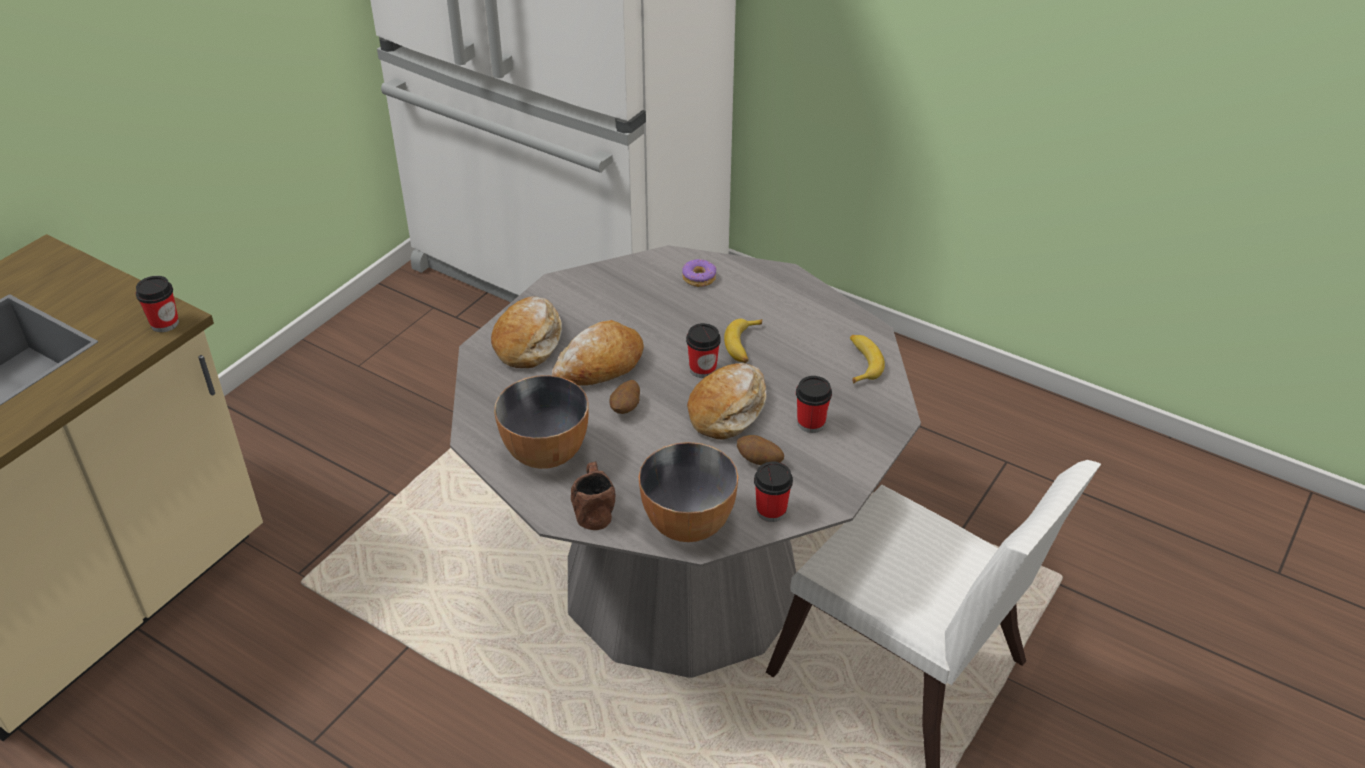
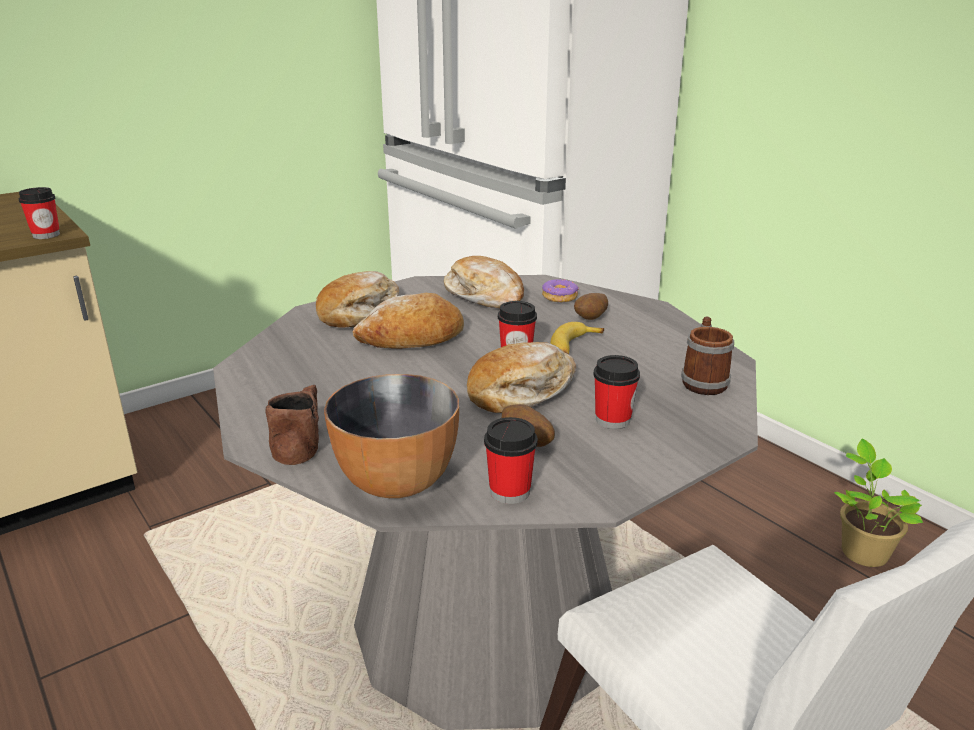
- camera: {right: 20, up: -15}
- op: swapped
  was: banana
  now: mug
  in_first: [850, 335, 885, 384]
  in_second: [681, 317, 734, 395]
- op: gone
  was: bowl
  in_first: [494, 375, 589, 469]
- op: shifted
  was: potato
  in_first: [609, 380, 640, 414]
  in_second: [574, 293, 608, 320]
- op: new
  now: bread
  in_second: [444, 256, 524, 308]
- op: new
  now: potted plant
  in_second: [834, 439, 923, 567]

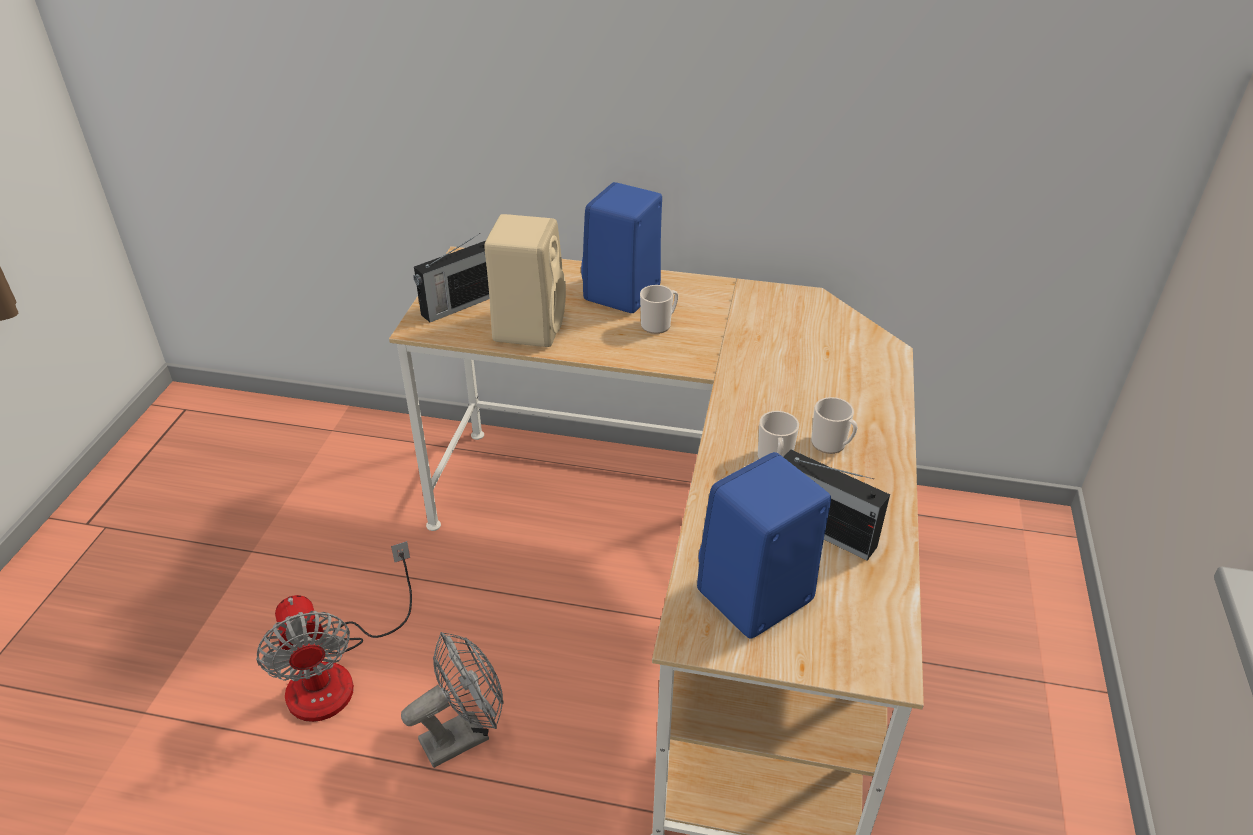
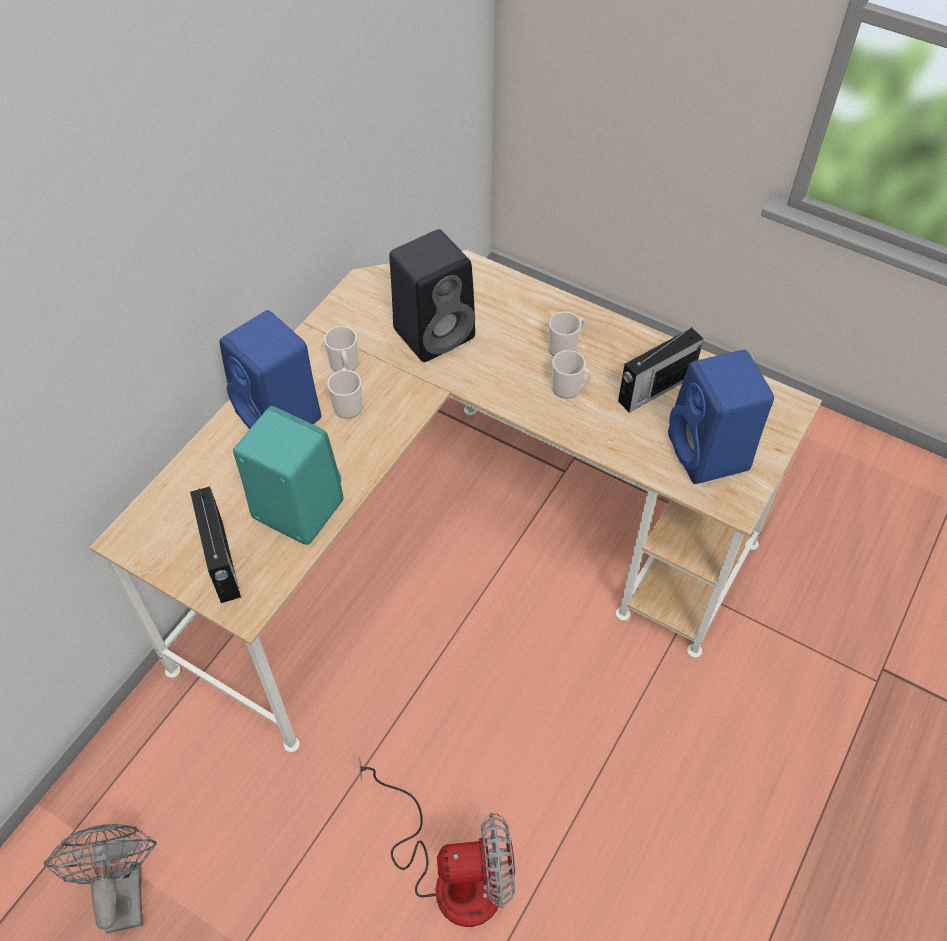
- camera: {right: -70, up: 15}
- op: repainted
  was: speaker (beige)
  now: speaker (turquoise)
  in_first: [484, 214, 566, 347]
  in_second: [233, 406, 344, 545]
- op: shifted
  was: fan (grey)
  in_first: [401, 632, 504, 768]
  in_second: [44, 824, 157, 933]
- op: new
  now: speaker (black)
  in_second: [389, 229, 475, 362]
- op: new
  now: mug
  in_second: [324, 326, 359, 372]

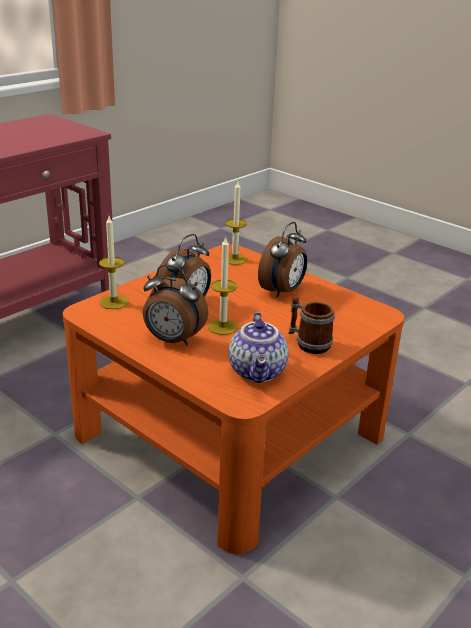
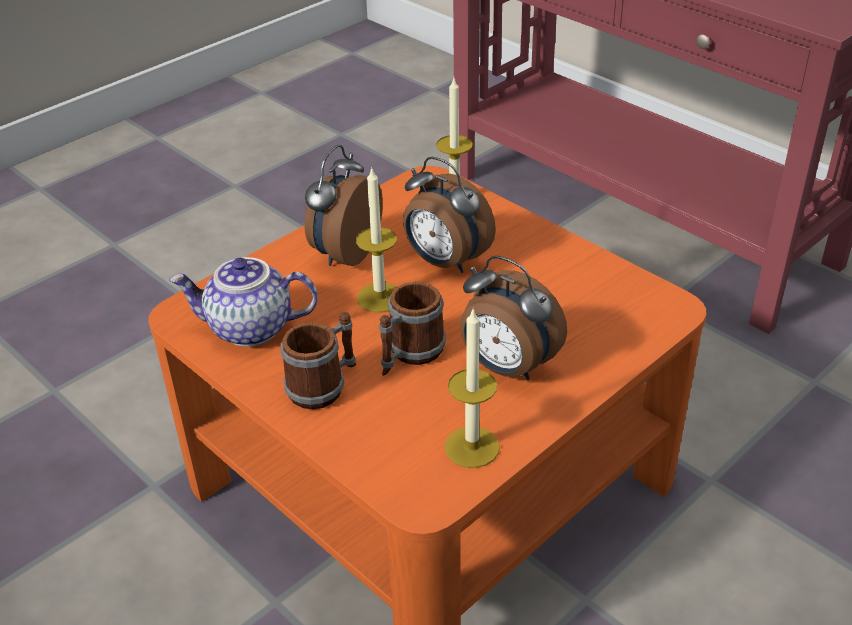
- camera: {right: 95, up: 10}
- op: shifted
  was: candle
  in_first: [225, 182, 248, 265]
  in_second: [444, 308, 500, 468]
- op: new
  now: mug
  in_second: [379, 282, 446, 376]

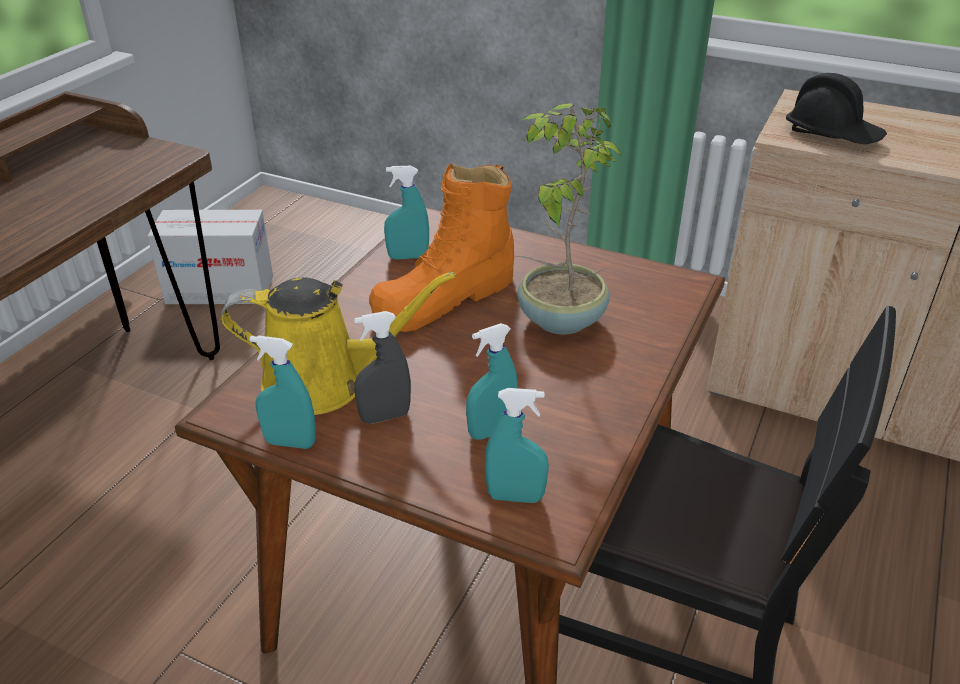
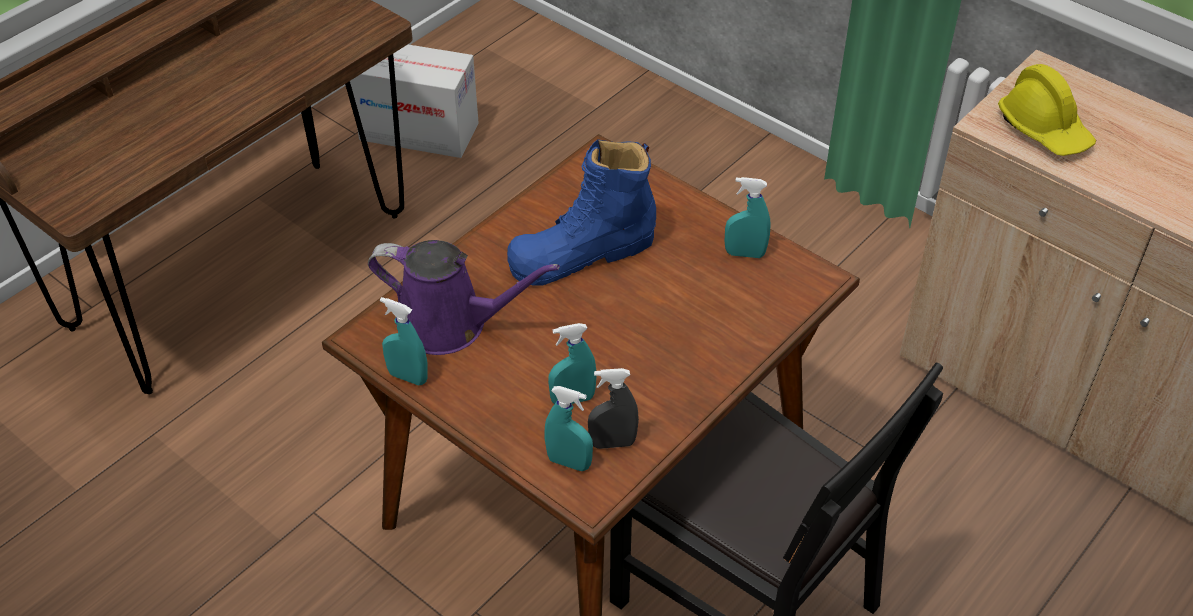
- camera: {right: 15, up: 10}
- op: repainted
  was: hard hat (black)
  now: hard hat (yellow)
  in_first: [786, 73, 887, 144]
  in_second: [998, 64, 1096, 156]
- op: gone
  was: potted plant
  in_first: [516, 103, 624, 335]
- op: repainted
  was: boot (orange)
  now: boot (blue)
  in_first: [369, 163, 514, 332]
  in_second: [507, 139, 656, 286]
- op: shifted
  was: spray bottle (turquoise)
  in_first: [384, 166, 429, 259]
  in_second: [725, 177, 771, 258]
- op: repainted
  was: watering can (yellow)
  now: watering can (purple)
  in_first: [221, 272, 456, 415]
  in_second: [368, 240, 560, 355]
- op: shifted
  was: spray bottle (grey)
  in_first: [354, 311, 411, 424]
  in_second: [588, 368, 639, 449]

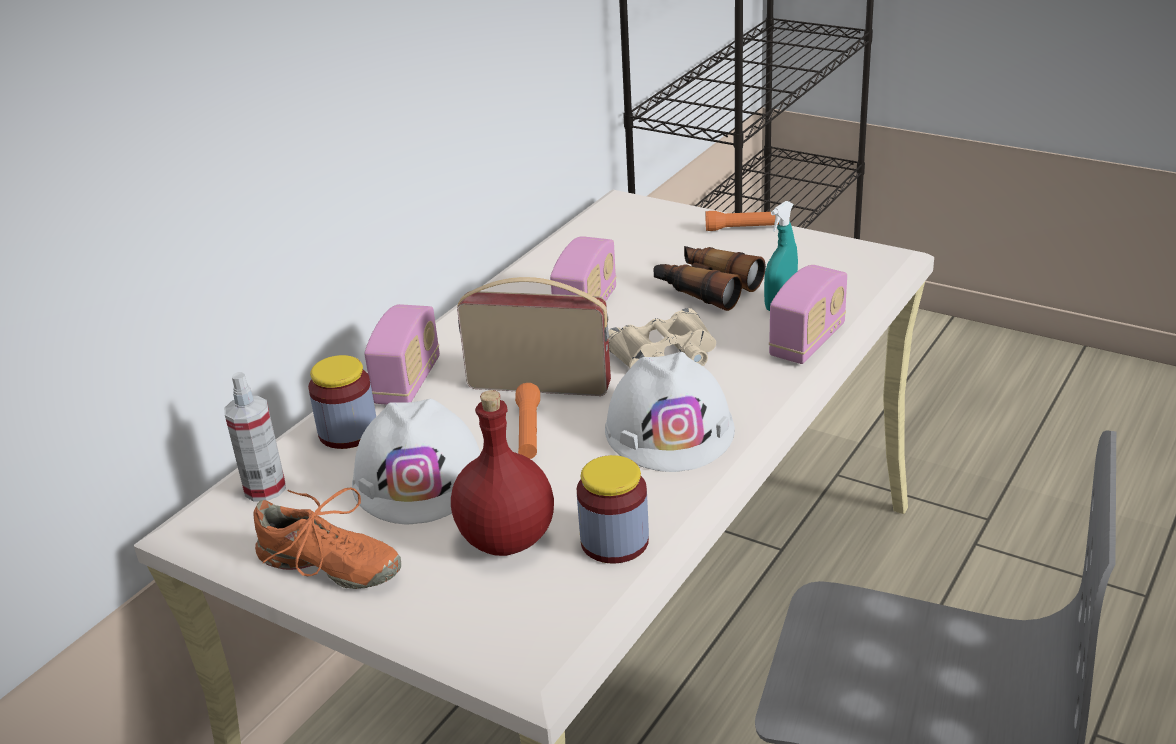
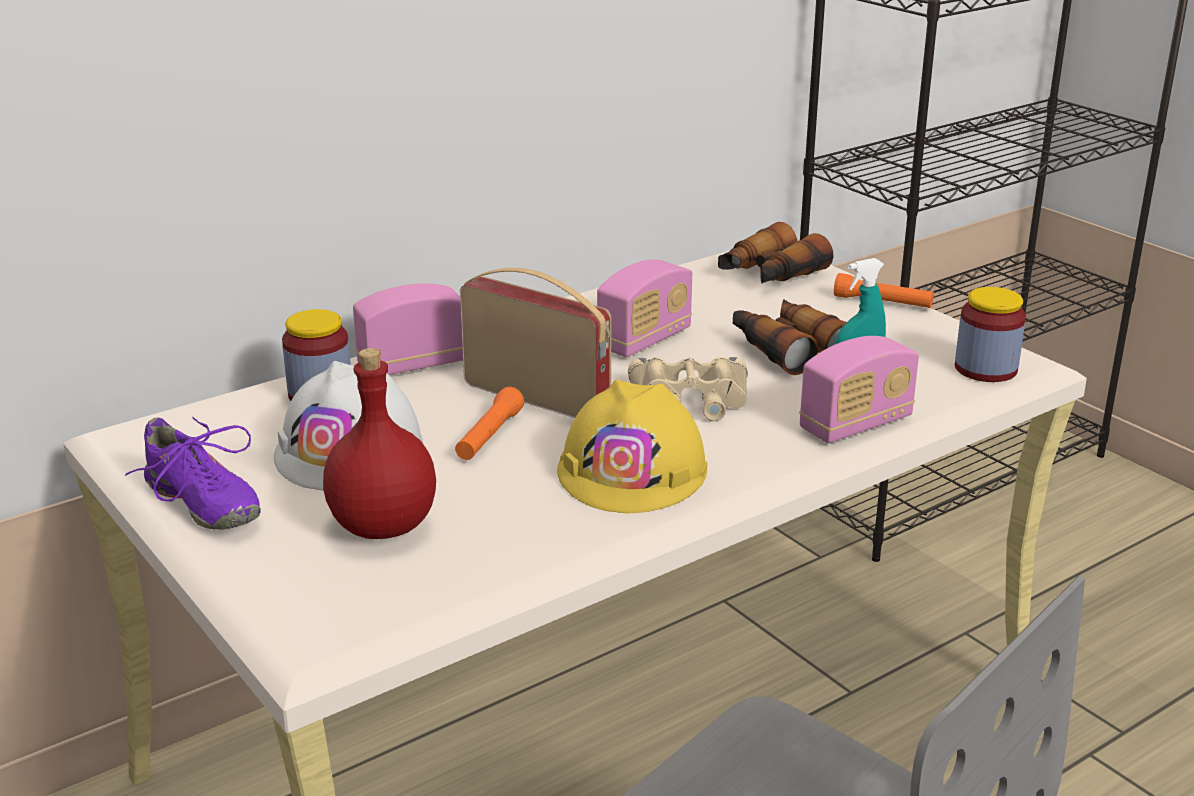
- camera: {right: 20, up: -5}
- op: rotated
  was: radio
  in_first: [364, 304, 440, 405]
  in_second: [353, 283, 463, 375]
  clockwise: -150
- op: repainted
  was: hard hat (white)
  now: hard hat (yellow)
  in_first: [605, 352, 735, 472]
  in_second: [557, 379, 707, 513]
- op: gone
  was: spray bottle
  in_first: [224, 372, 286, 501]
- op: shifted
  was: jar
  in_first: [577, 455, 649, 563]
  in_second: [955, 287, 1026, 382]
- op: repainted
  was: shoe (orange)
  now: shoe (purple)
  in_first: [253, 487, 401, 589]
  in_second: [125, 417, 261, 530]
- op: new
  now: binoculars
  in_second: [718, 222, 833, 283]

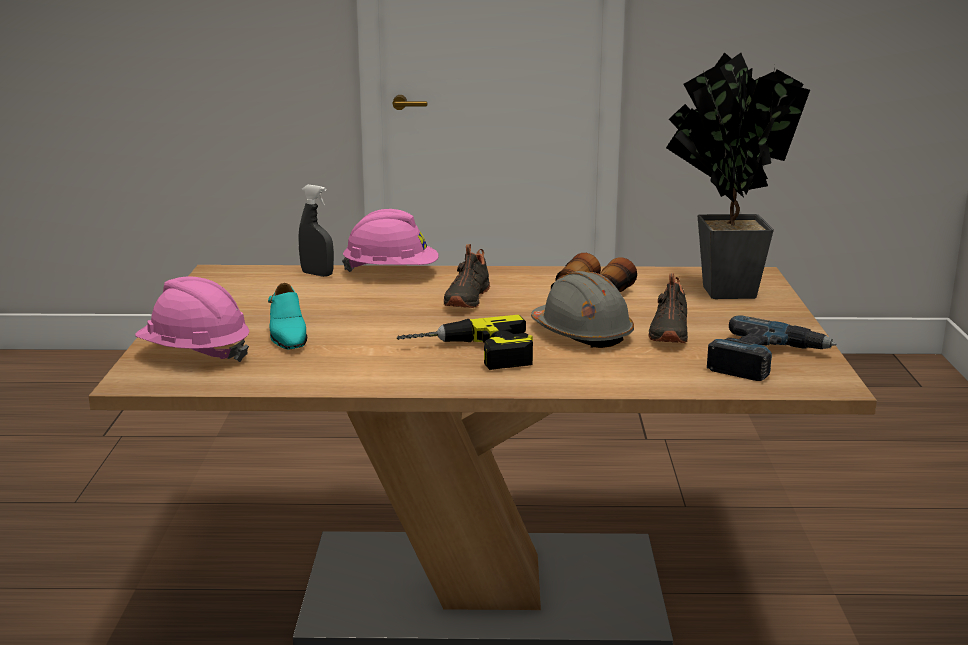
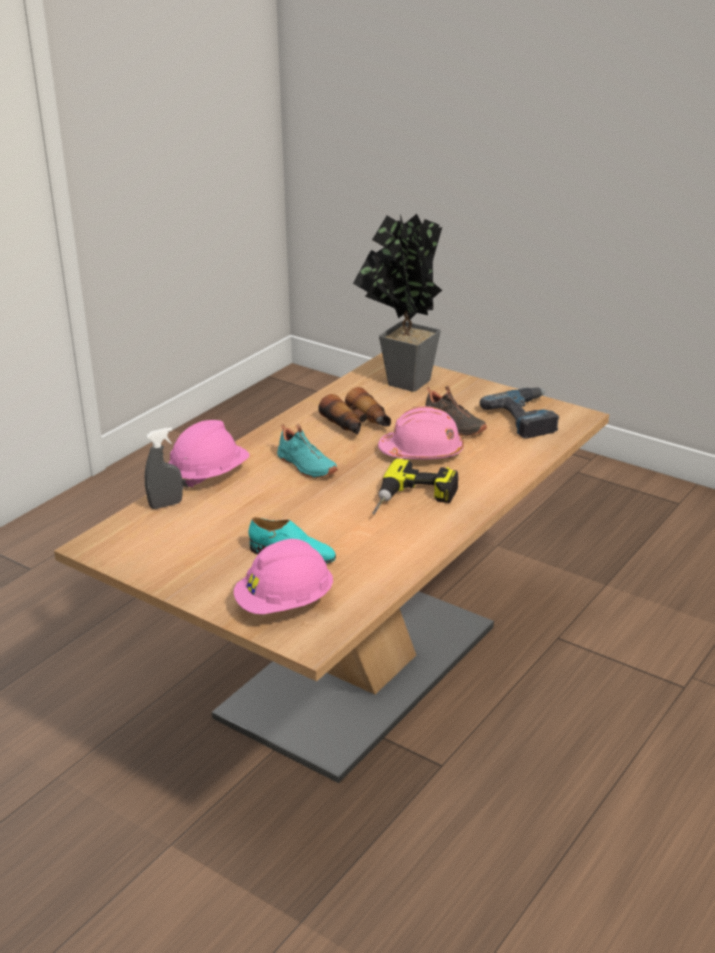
- camera: {right: -55, up: 10}
- op: repainted
  was: shoe (black)
  now: shoe (turquoise)
  in_first: [444, 244, 490, 308]
  in_second: [277, 424, 338, 478]
- op: repainted
  was: hard hat (grey)
  now: hard hat (pink)
  in_first: [531, 271, 634, 348]
  in_second: [378, 406, 464, 459]

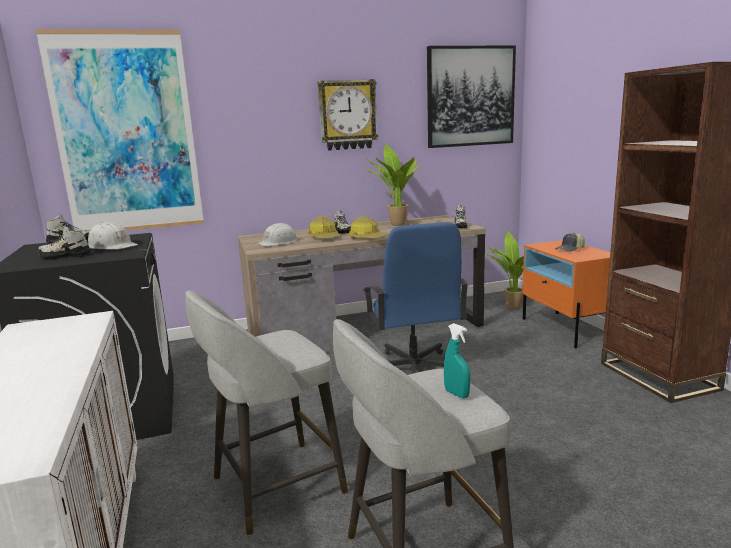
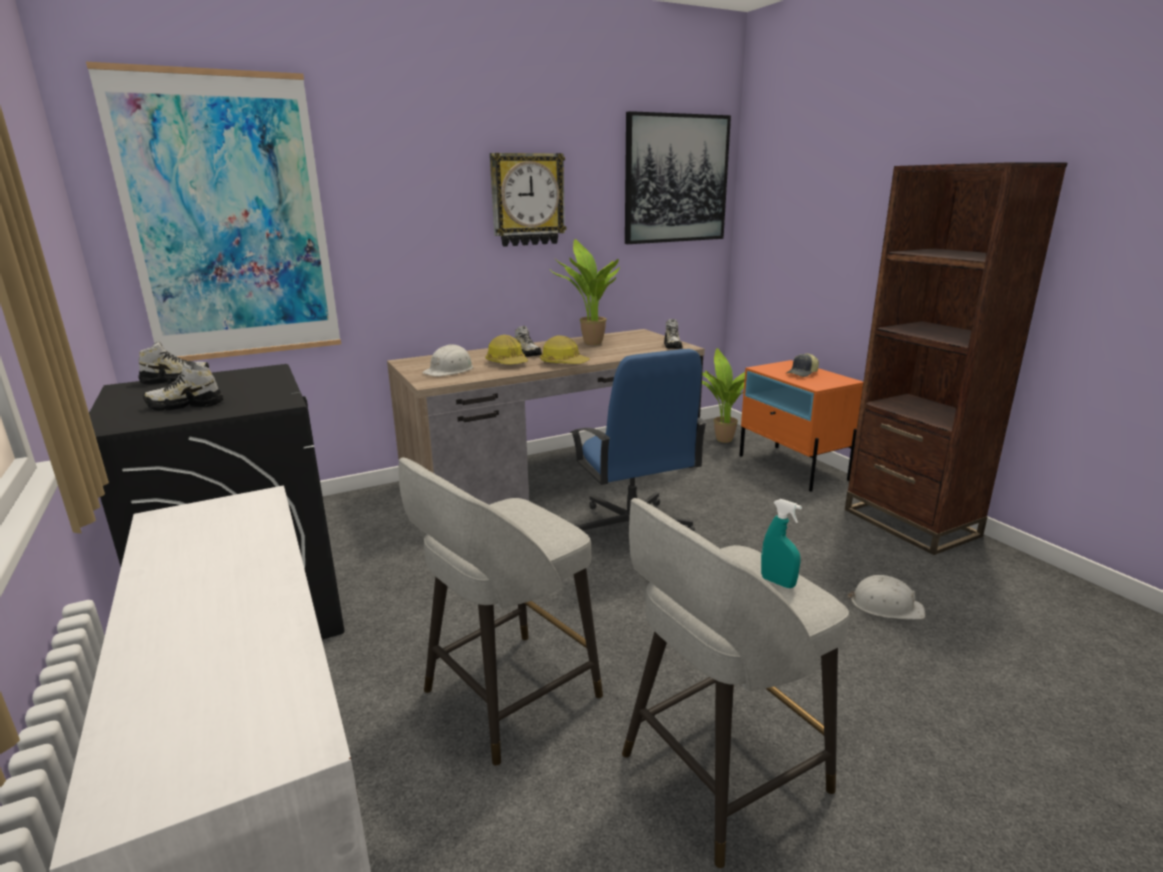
- camera: {right: -10, up: 5}
- op: shifted
  was: hard hat (white)
  in_first: [88, 222, 138, 249]
  in_second: [847, 575, 925, 620]

